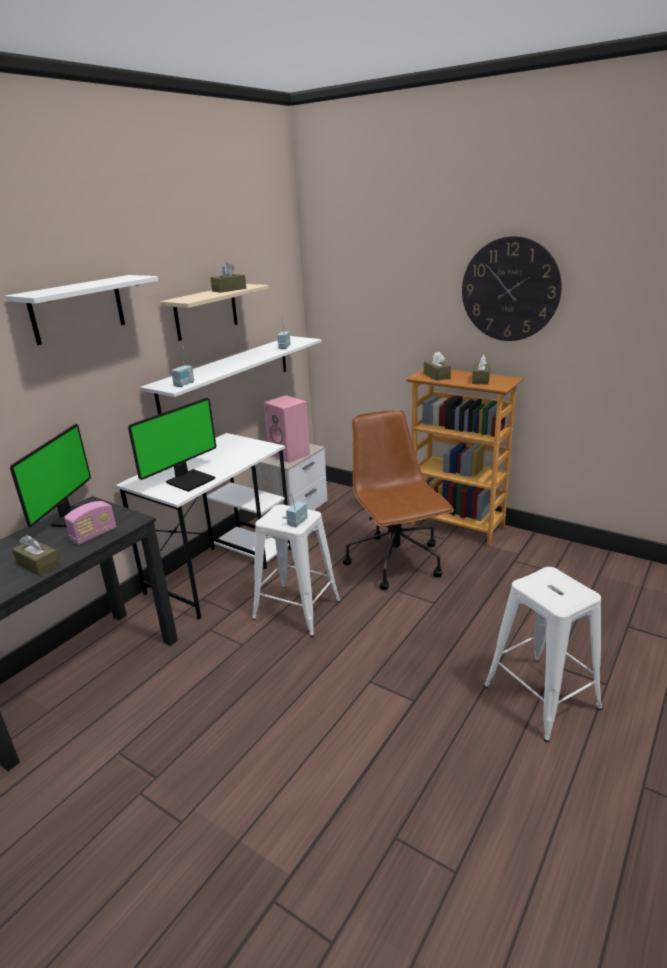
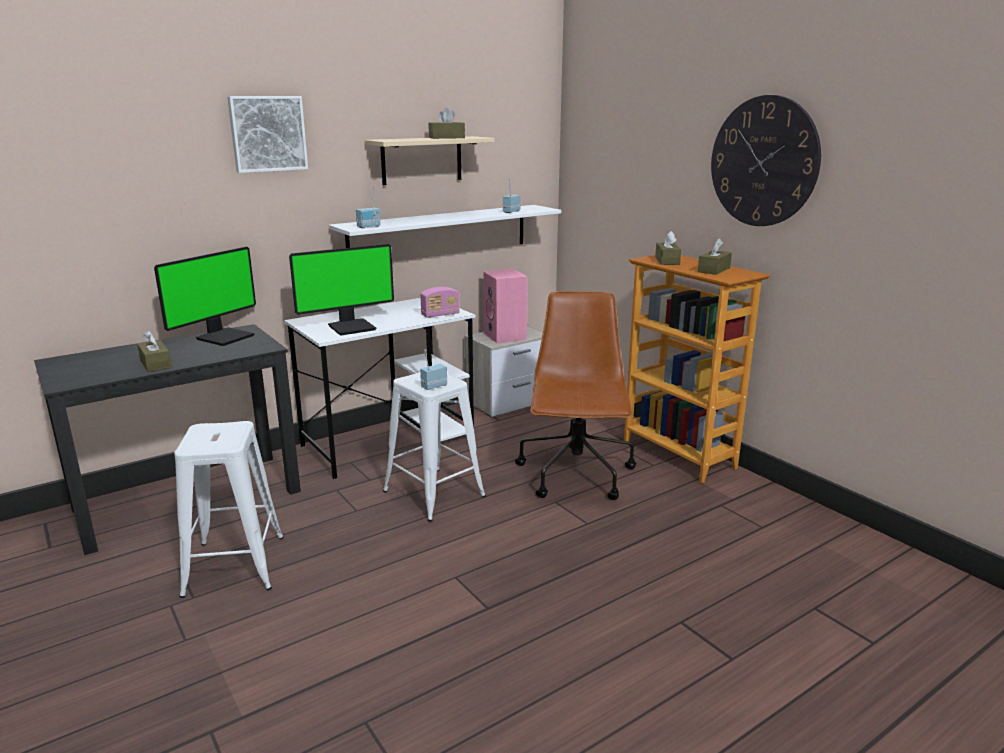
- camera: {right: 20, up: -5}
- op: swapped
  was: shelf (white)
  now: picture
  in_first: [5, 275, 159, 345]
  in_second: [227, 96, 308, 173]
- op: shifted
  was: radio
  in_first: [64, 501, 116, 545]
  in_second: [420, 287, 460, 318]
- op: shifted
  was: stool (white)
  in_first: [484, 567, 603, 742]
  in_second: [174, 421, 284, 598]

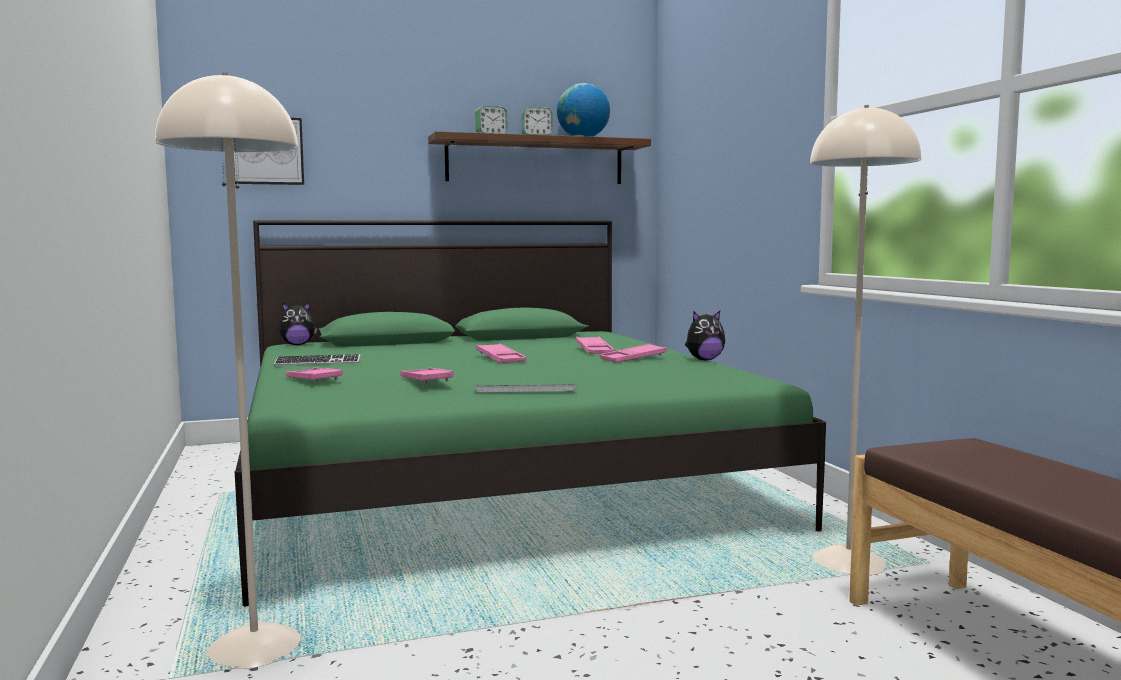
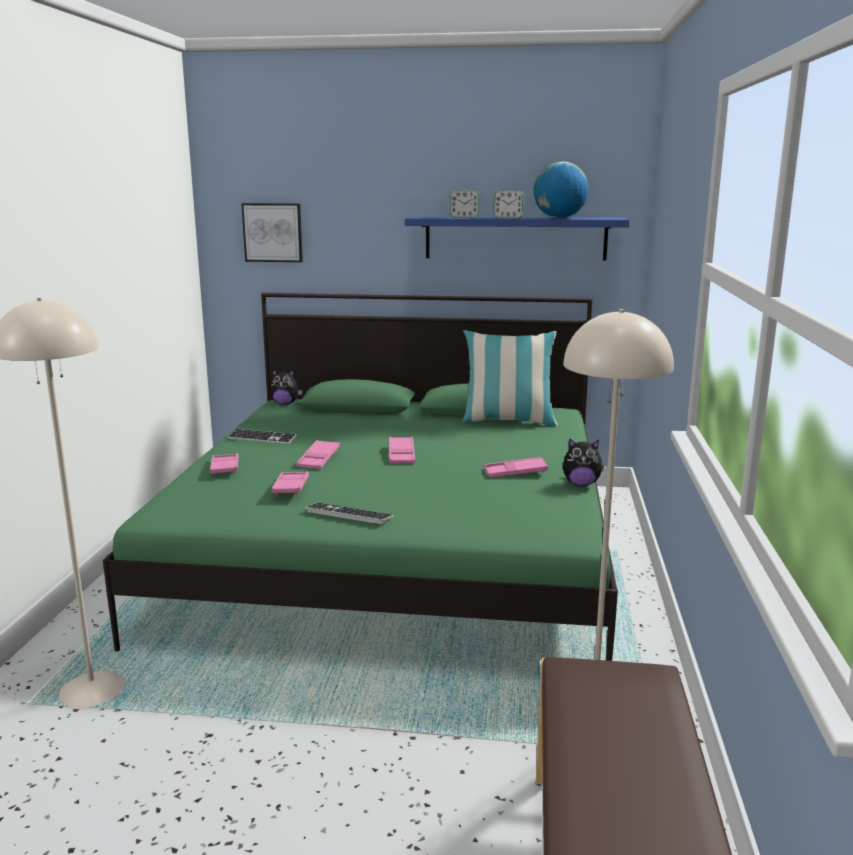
- camera: {right: 25, up: 10}
- op: repainted
  was: shelf (brown)
  now: shelf (blue)
  in_first: [428, 131, 651, 184]
  in_second: [405, 216, 630, 261]
- op: shifted
  was: tray (pink)
  in_first: [575, 337, 614, 354]
  in_second: [296, 440, 340, 469]
- op: new
  now: pillow
  in_second: [463, 330, 558, 426]

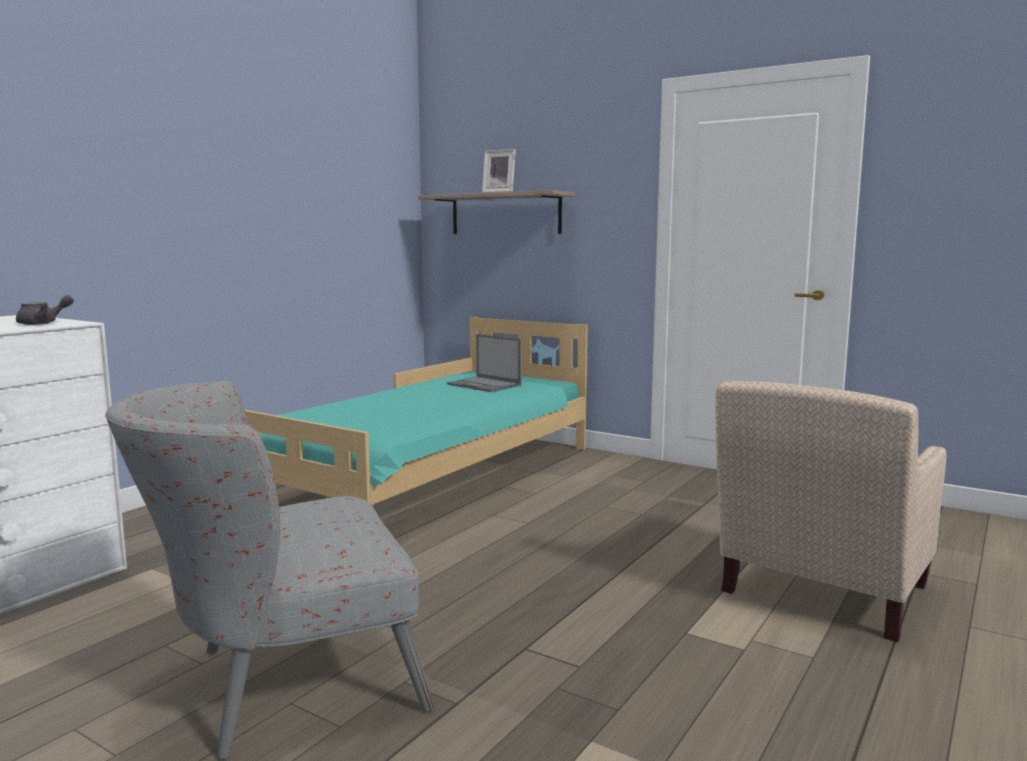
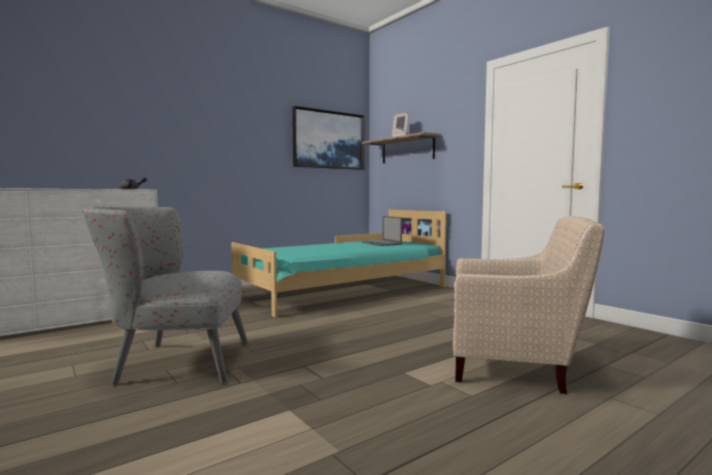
- camera: {right: 20, up: -5}
- op: rotated
  was: armchair (beige)
  in_first: [715, 381, 946, 642]
  in_second: [453, 216, 605, 394]
  clockwise: -135
- op: new
  now: picture
  in_second: [292, 106, 365, 170]

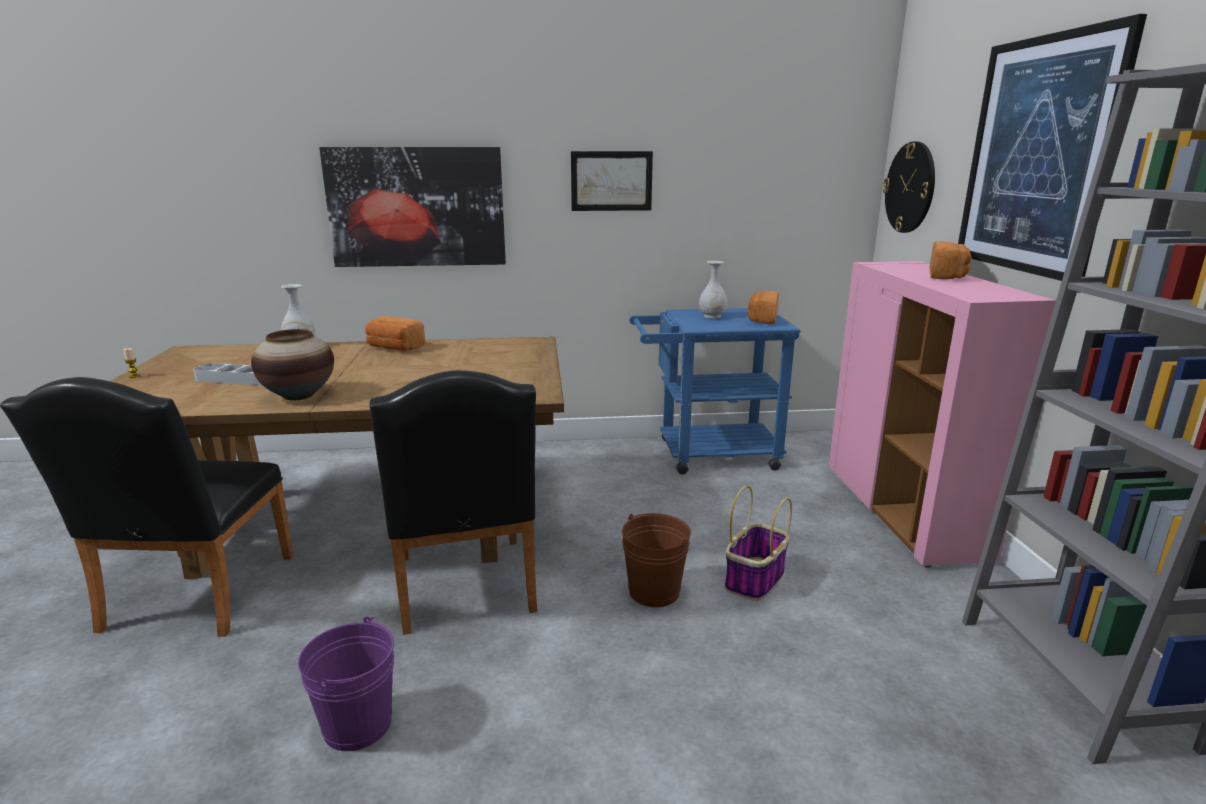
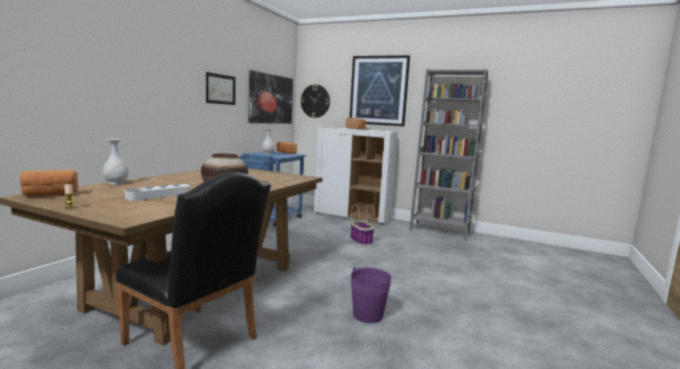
- camera: {right: -60, up: -10}
- op: shifted
  was: picture
  in_first: [319, 147, 506, 267]
  in_second: [249, 70, 293, 124]
- op: repainted
  was: cabinet (pink)
  now: cabinet (white)
  in_first: [829, 261, 1056, 567]
  in_second: [314, 127, 398, 224]
- op: shifted
  was: bread
  in_first: [365, 316, 425, 351]
  in_second: [20, 170, 78, 197]
- op: gone
  was: chair (black)
  in_first: [370, 370, 537, 635]
- op: gone
  was: bucket (brown)
  in_first: [622, 513, 691, 607]

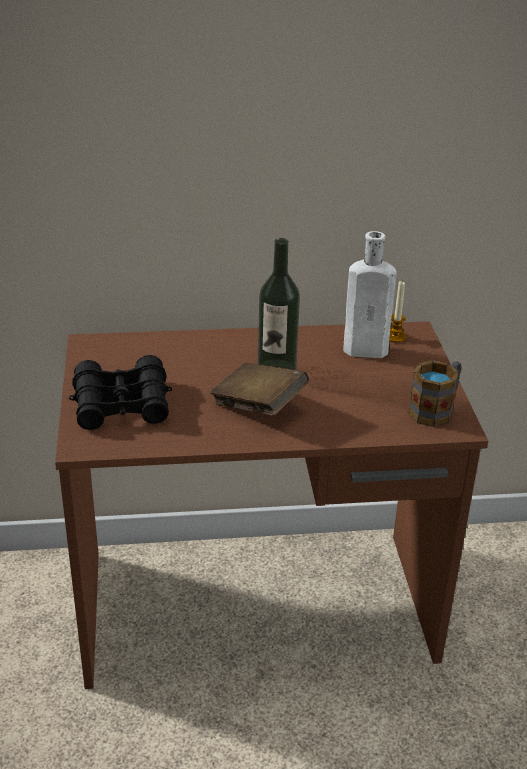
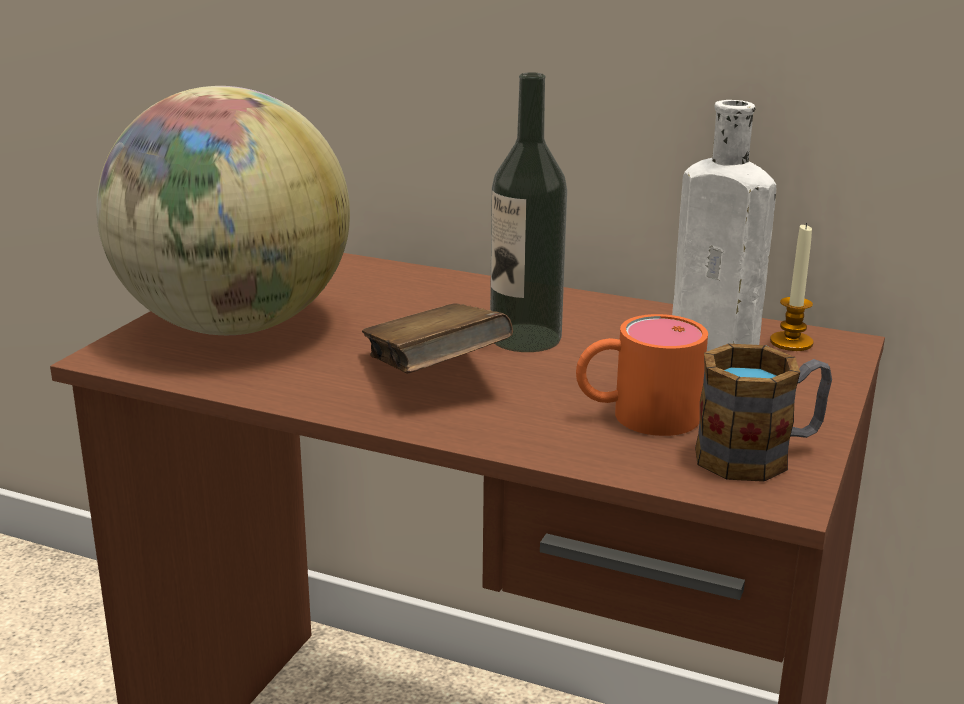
- camera: {right: 30, up: -10}
- op: swapped
  was: binoculars (black)
  now: globe
  in_first: [69, 355, 172, 430]
  in_second: [96, 86, 350, 335]
- op: new
  now: mug (orange)
  in_second: [576, 314, 708, 436]

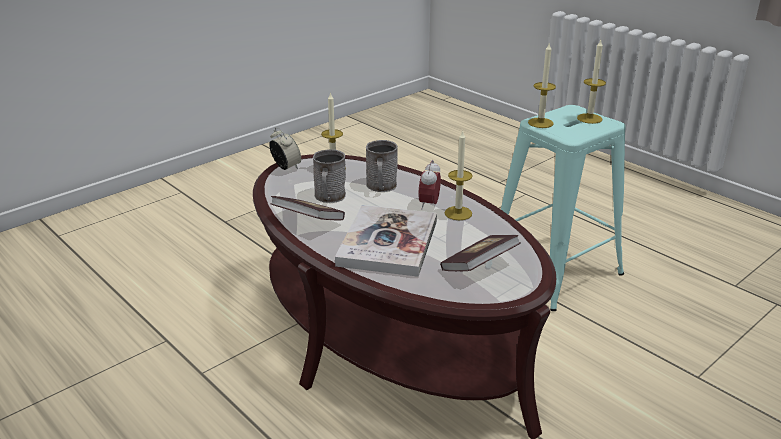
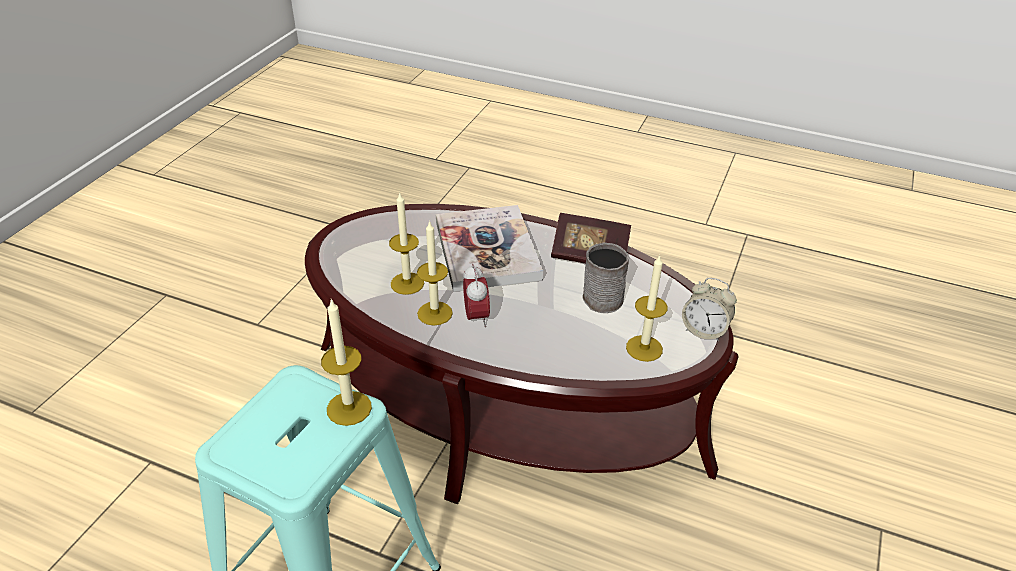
- camera: {right: 155, up: 10}
- op: shifted
  was: candle
  in_first: [577, 40, 606, 124]
  in_second: [389, 192, 424, 295]
- op: gone
  was: mug (grey)
  in_first: [366, 140, 398, 192]
- op: gone
  was: book
  in_first: [440, 235, 521, 271]

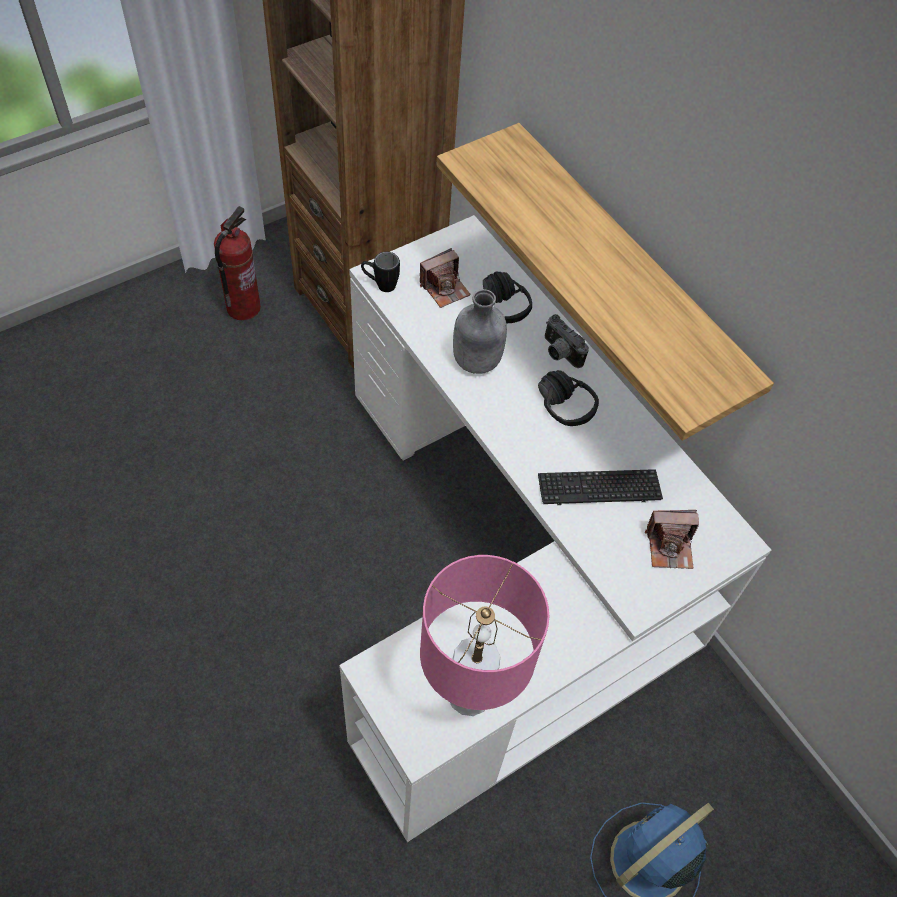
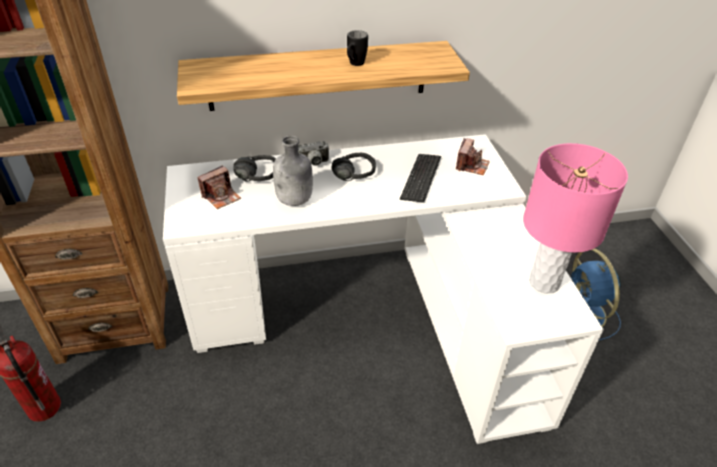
- camera: {right: -65, up: -15}
- op: rotated
  was: photo camera
  in_first: [420, 248, 471, 308]
  in_second: [197, 165, 241, 209]
  clockwise: 60
- op: shifted
  was: mug (black)
  in_first: [361, 252, 400, 292]
  in_second: [347, 30, 368, 66]

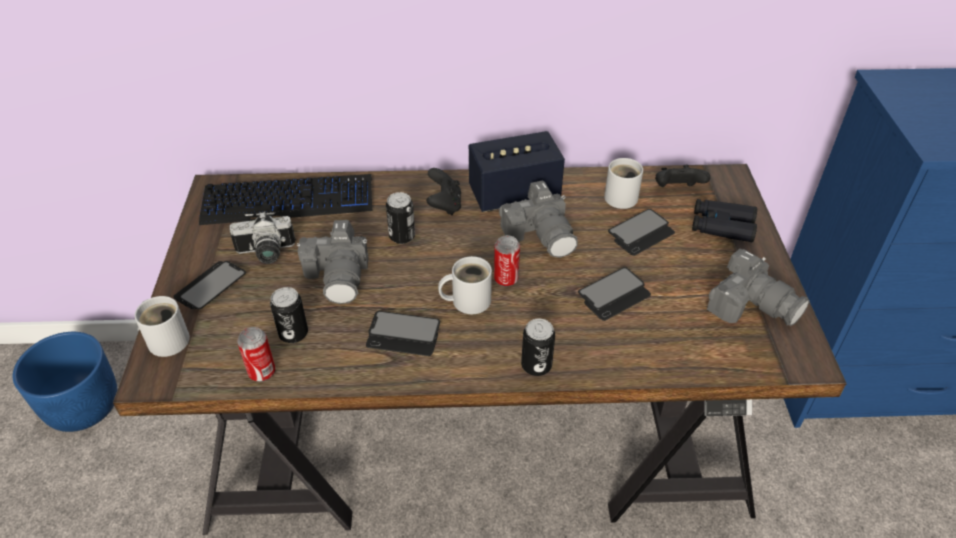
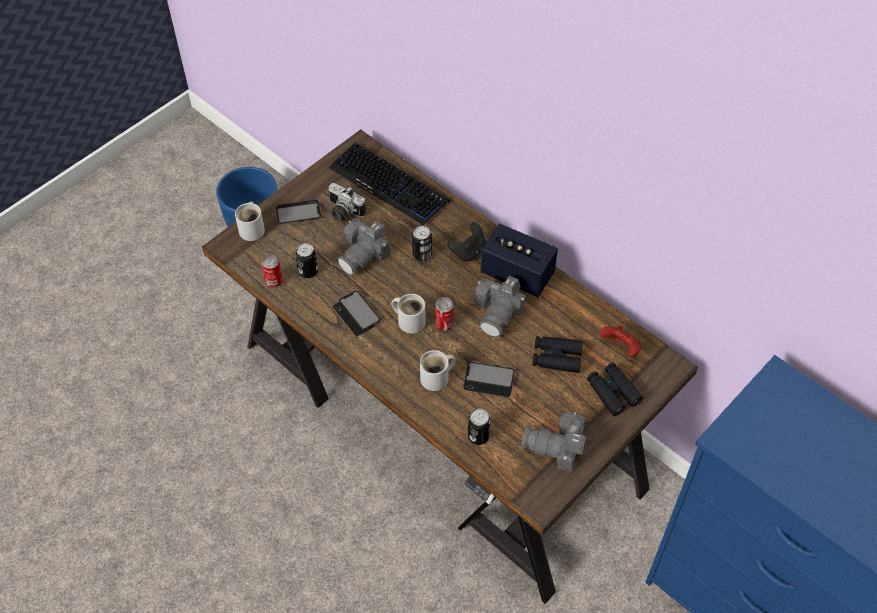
- camera: {right: 45, up: 10}
- op: shifted
  was: mug (white)
  in_first: [604, 158, 643, 209]
  in_second: [420, 350, 456, 391]
- op: repainted
  was: game controller (black)
  now: game controller (red)
  in_first: [655, 165, 710, 187]
  in_second: [600, 326, 641, 357]
- op: swapped
  was: phone
  now: binoculars (black)
  in_first: [608, 209, 675, 256]
  in_second: [532, 336, 583, 373]
- op: rotated
  was: photo camera
  in_first: [707, 248, 810, 326]
  in_second: [521, 412, 587, 472]
  clockwise: 105
- op: shifted
  was: can
  in_first: [521, 318, 555, 376]
  in_second: [468, 409, 491, 445]

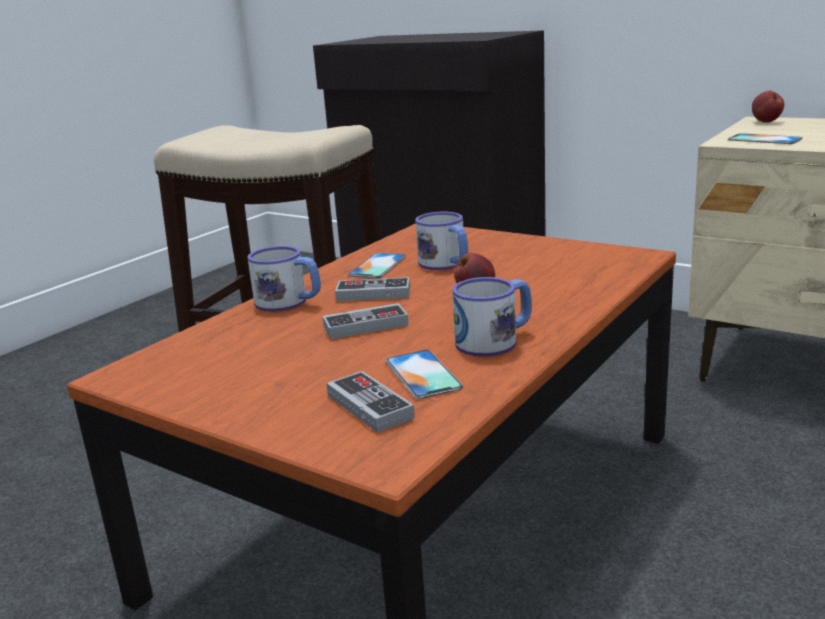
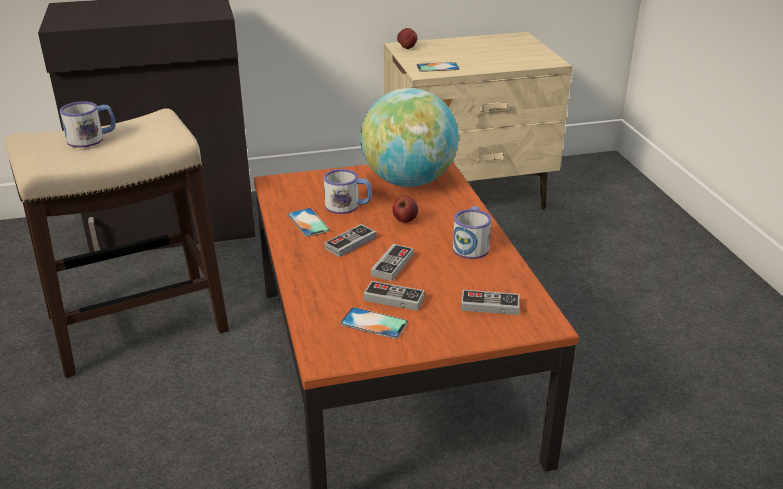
- camera: {right: -50, up: 10}
- op: shifted
  was: mug
  in_first: [247, 246, 321, 312]
  in_second: [60, 101, 116, 148]
- op: shifted
  was: phone
  in_first: [385, 350, 463, 399]
  in_second: [340, 307, 408, 339]
- op: new
  now: globe
  in_second: [360, 88, 459, 187]
- op: new
  now: game controller
  in_second: [363, 281, 425, 311]

